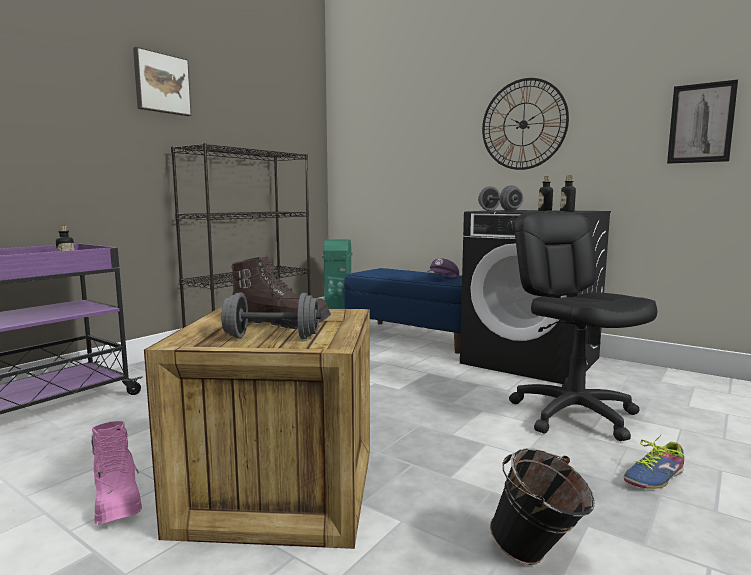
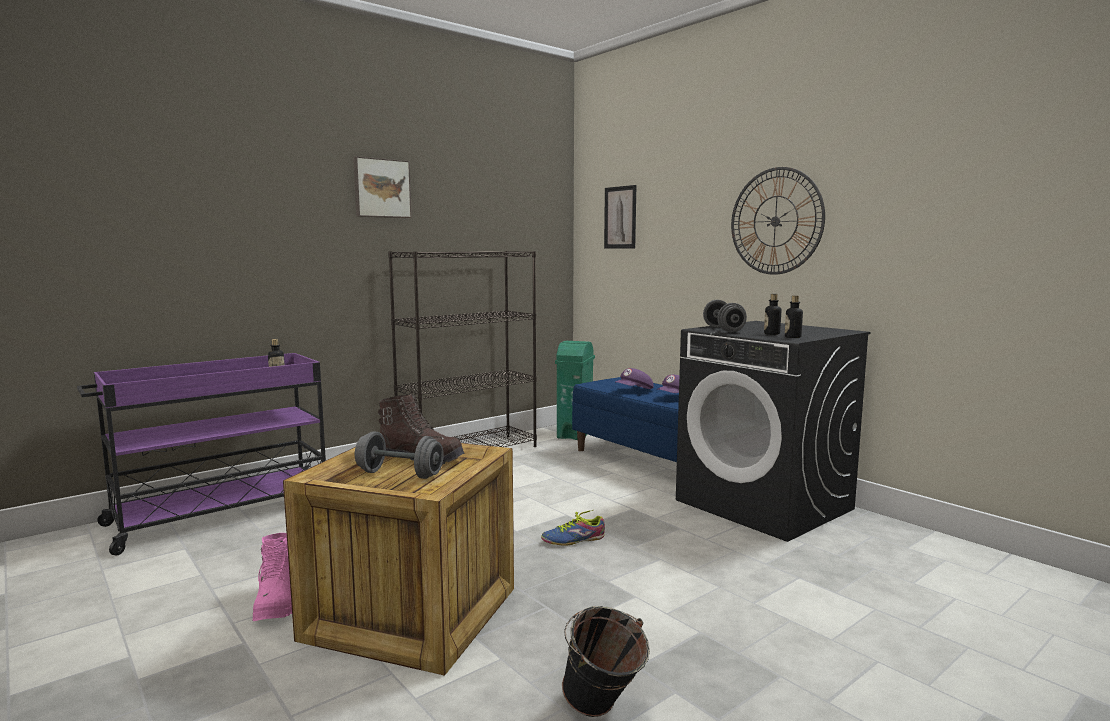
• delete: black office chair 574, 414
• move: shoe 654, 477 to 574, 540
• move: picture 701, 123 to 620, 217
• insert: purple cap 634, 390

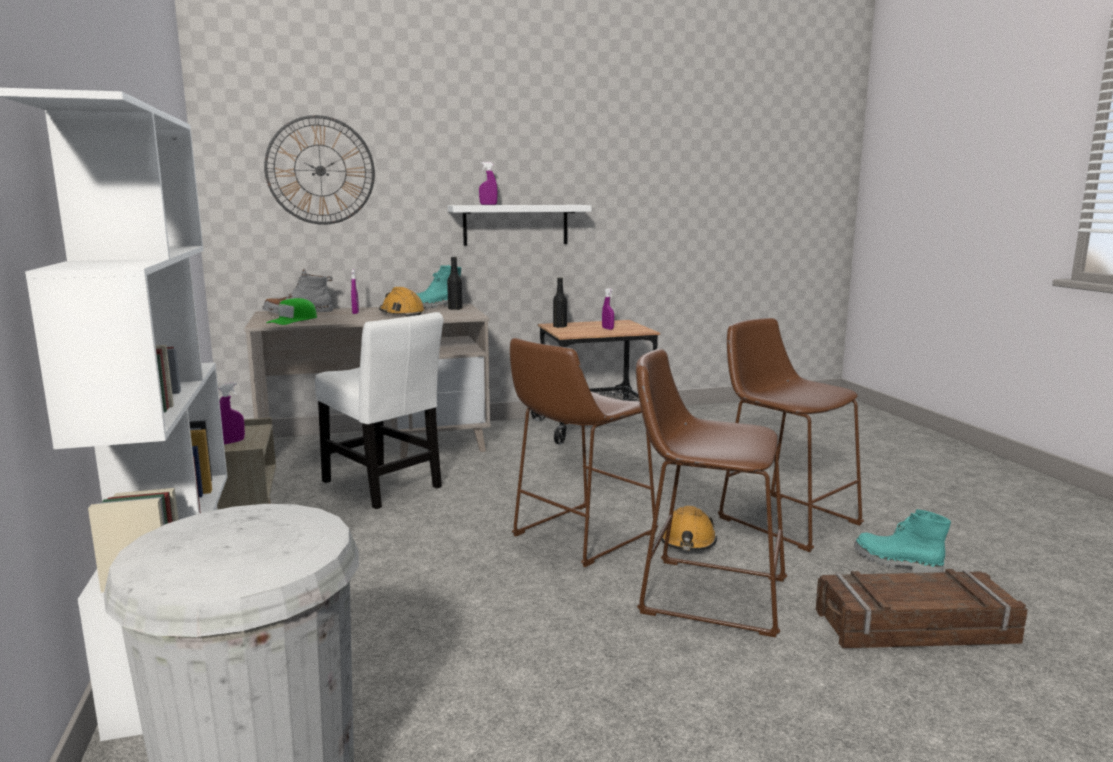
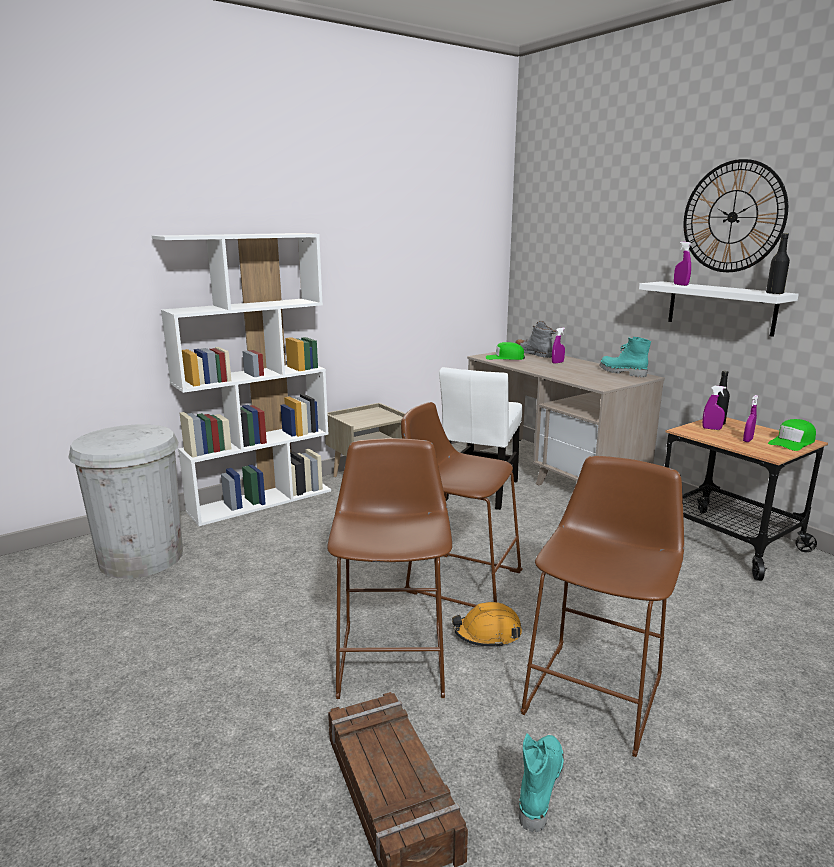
• move: purple spray bottle 232, 442 to 711, 428
• move: wall clock 320, 170 to 732, 217
• delete: orange hard hat 401, 313
• move: black bottle 455, 309 to 774, 293
• insert: green cap 792, 442

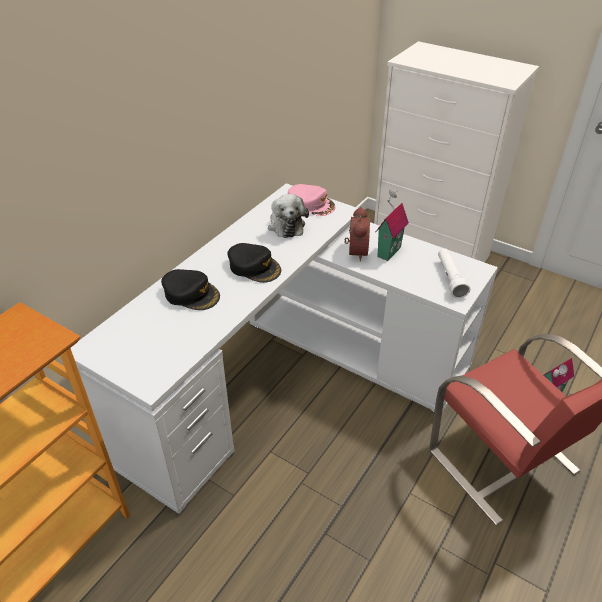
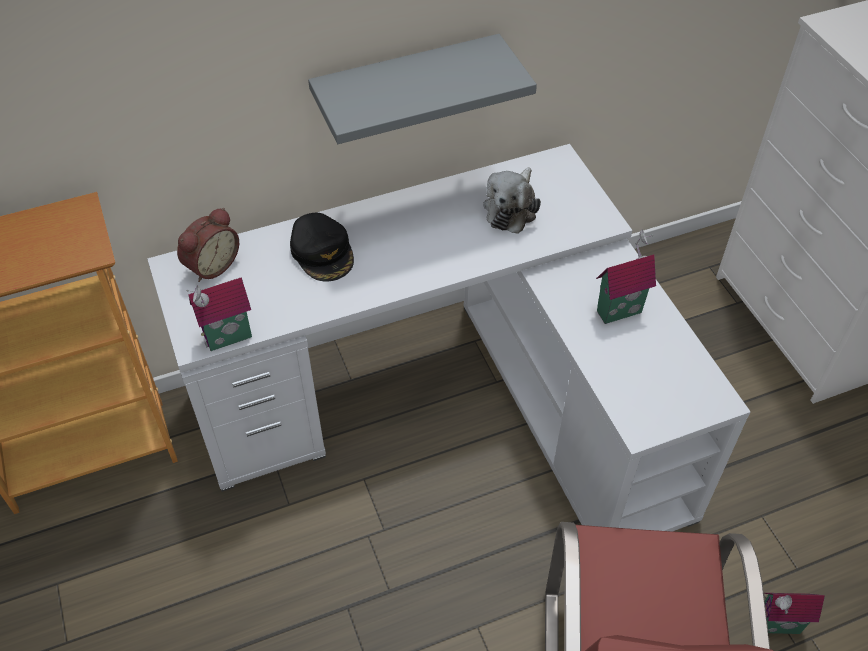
• delete: black cap 254, 267
• delete: pink cap 311, 204
• move: alarm clock 355, 251 to 211, 265
• delete: white flashlight 450, 278
• insert: toy house 229, 340
• insert: grey shelf 406, 87

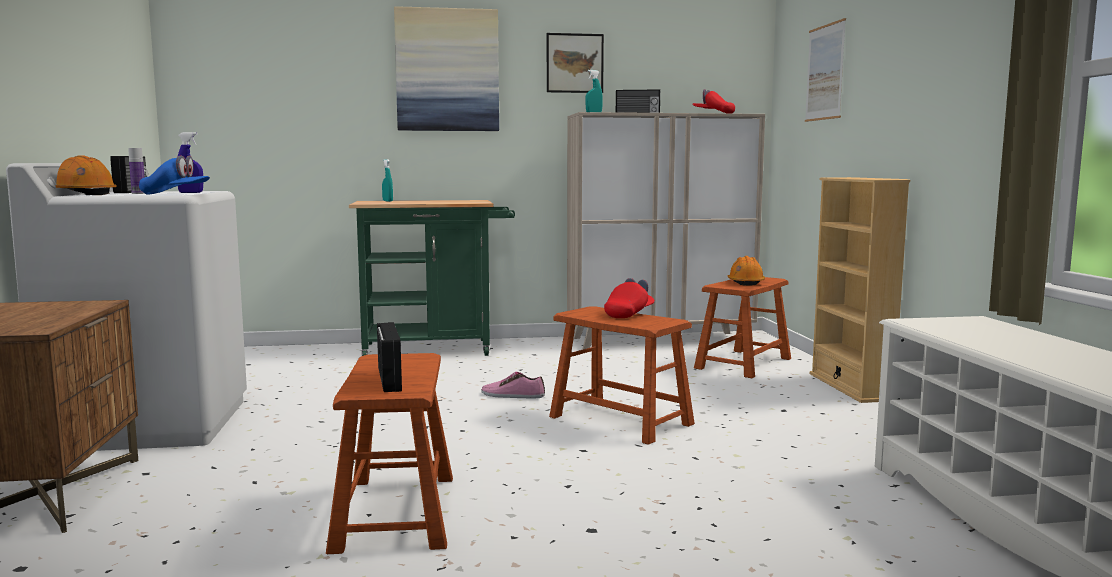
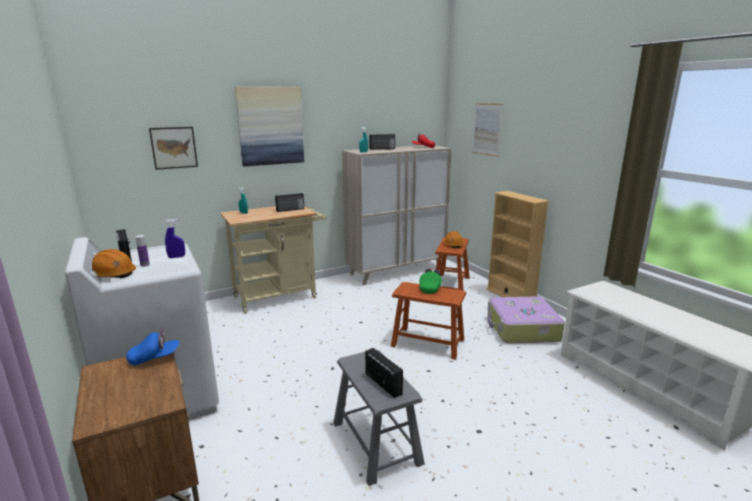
• move: blue cap 175, 194 to 154, 358
• recolor: brown stool 395, 512 to grey stool 376, 443
• recolor: green cart 436, 349 to beige cart 280, 296
• delete: shoe 513, 395
• move: picture 574, 63 to 174, 147
• recolor: red cap 629, 314 to green cap 430, 288
• insert: radio 290, 210
• insert: suitcase 522, 329

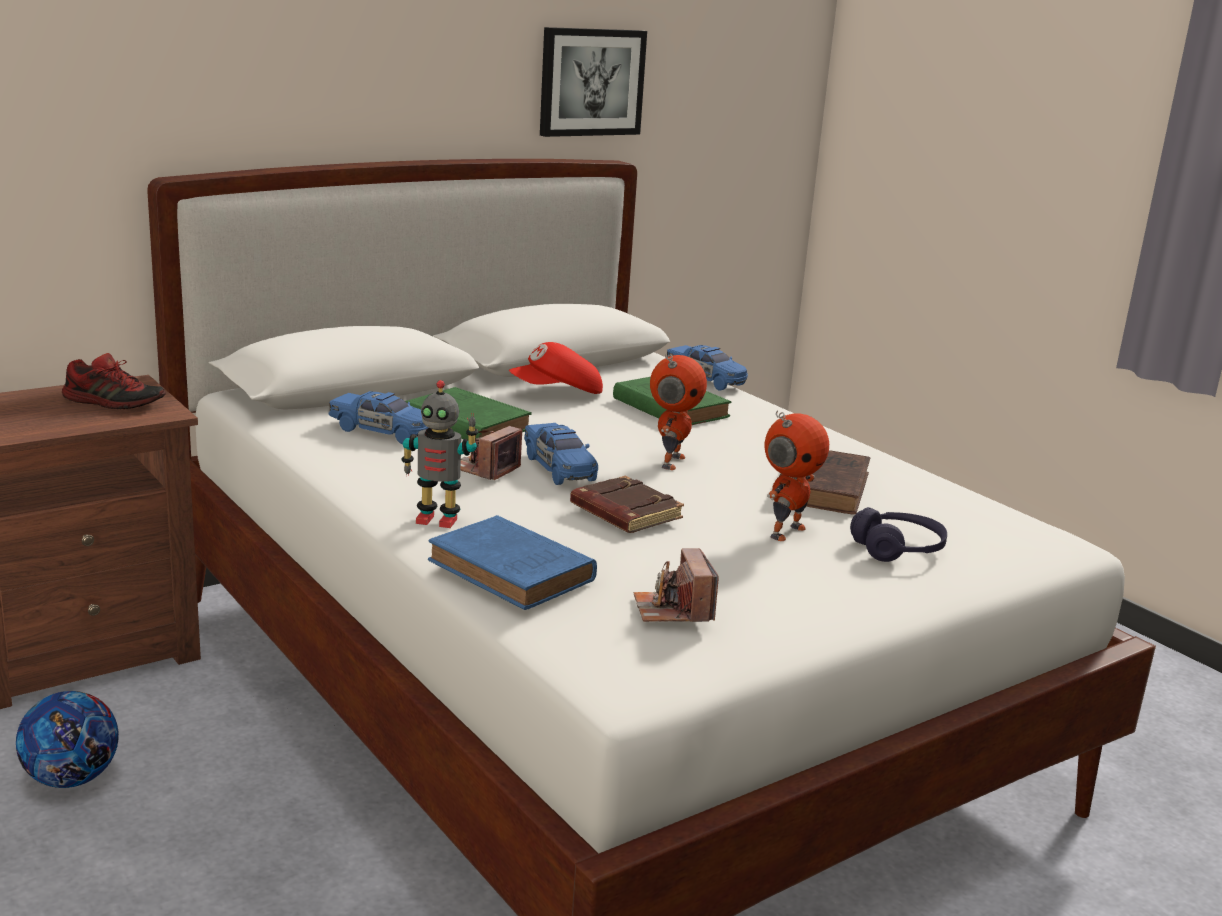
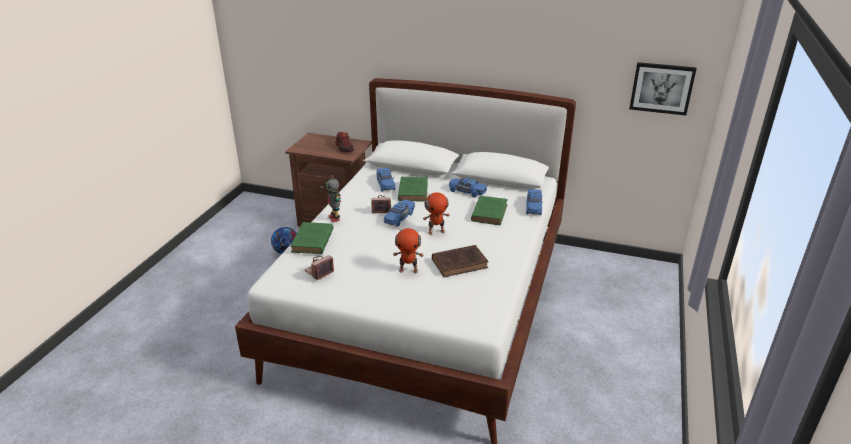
• recolor: blue book 514, 572 to green book 312, 241
• replace: red cap 557, 393 to blue toy car 467, 192
• move: picture 591, 82 to 661, 88
• delete: brown book 623, 513
• delete: purple headphones 898, 549

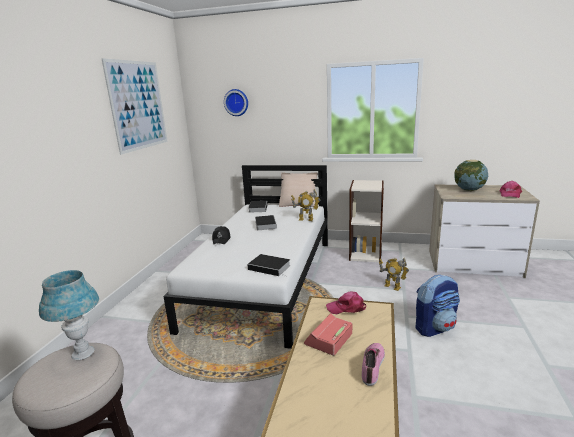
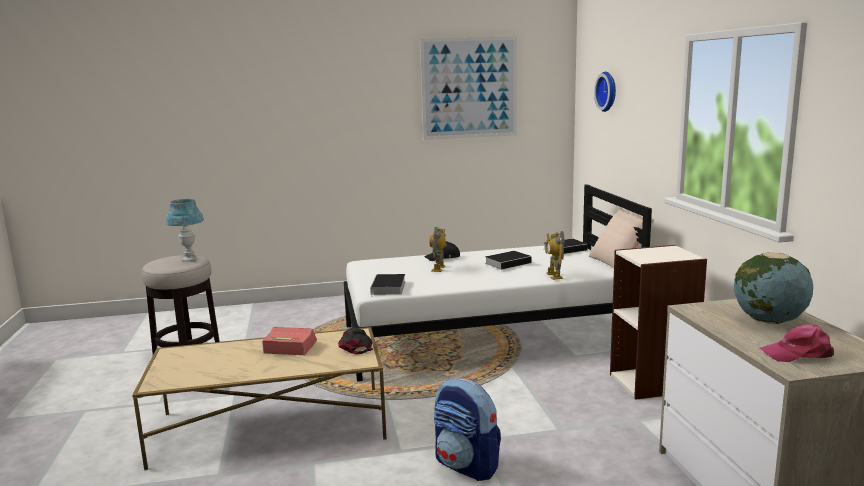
• recolor: pink cap 346, 308 to black cap 355, 346
• delete: shoe 373, 366
• move: toy robot 392, 287 to 439, 268

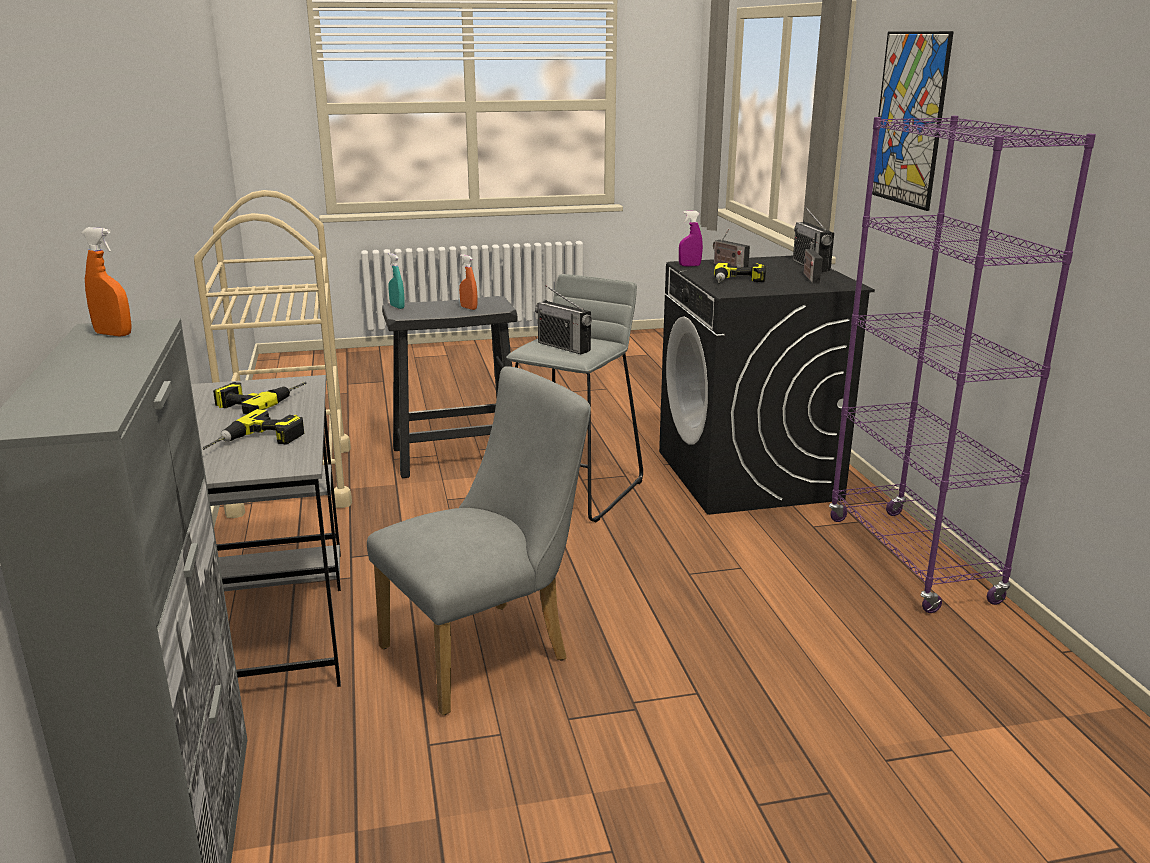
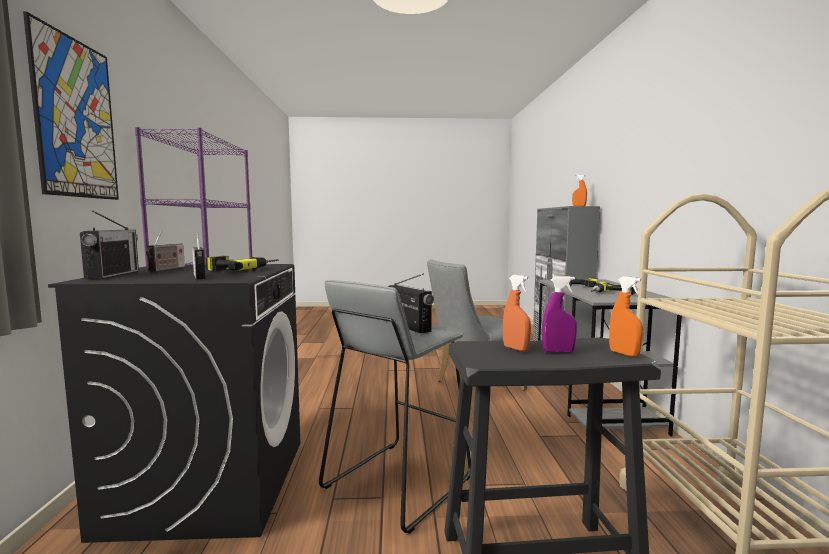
• recolor: turquoise spray bottle 397, 307 to orange spray bottle 624, 354
• move: purple spray bottle 689, 266 to 558, 351

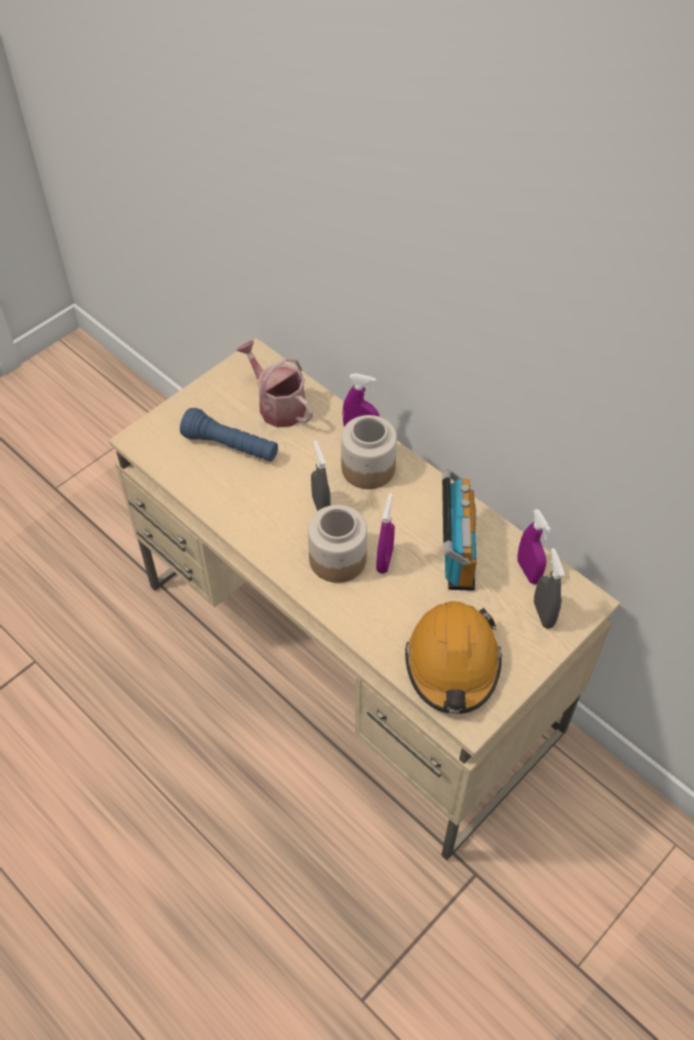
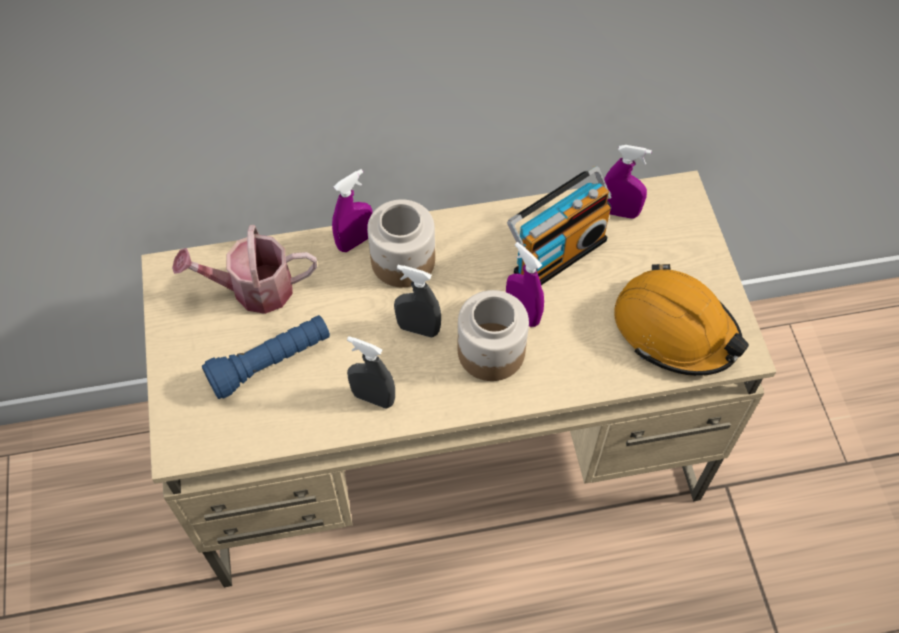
• rotate: radio 455, 552 = 557, 253 105 degrees clockwise
• move: grey spray bottle 543, 614 to 373, 398

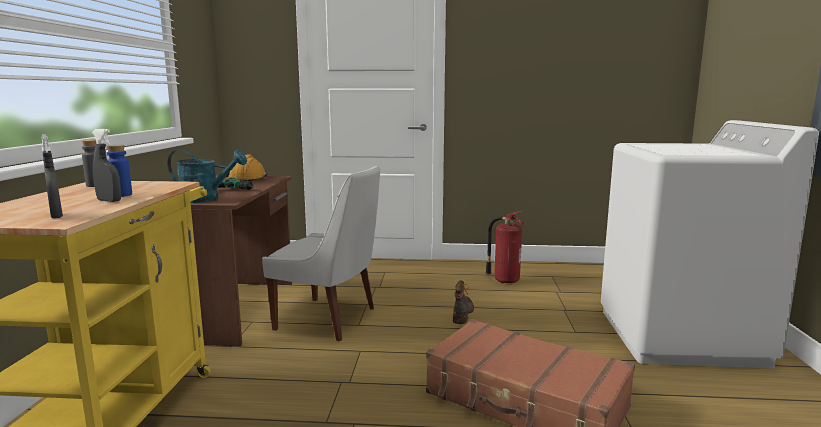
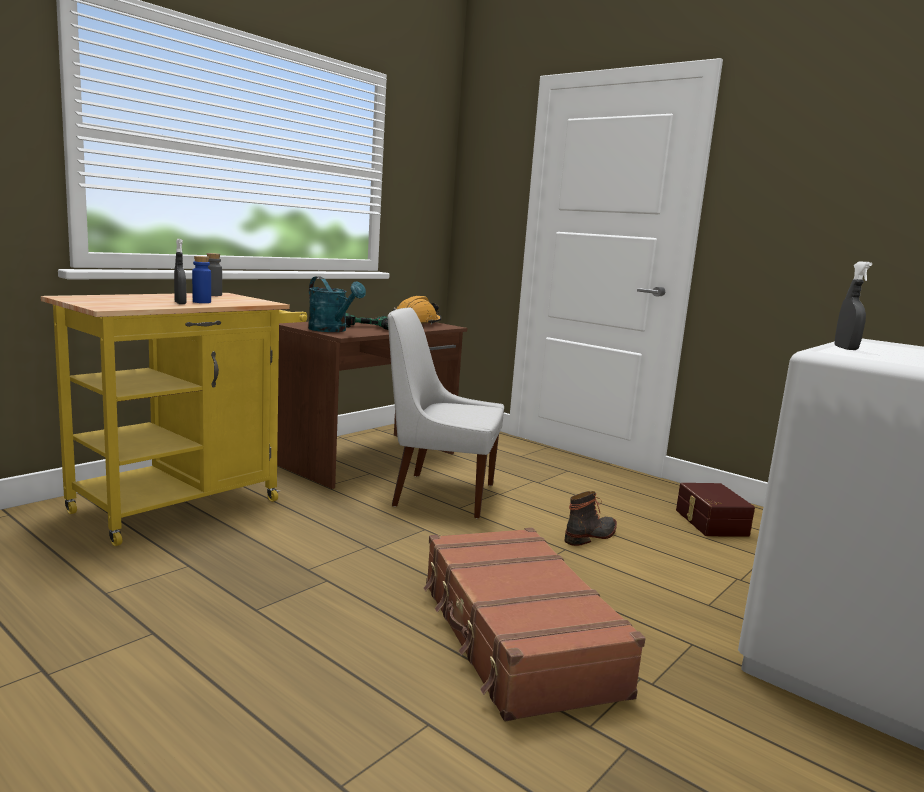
• move: grey spray bottle 56, 216 to 845, 348
• rotate: white chair 330, 319 = 439, 494 135 degrees clockwise
• replace: fire extinguisher 505, 280 to brown storage box 709, 522

